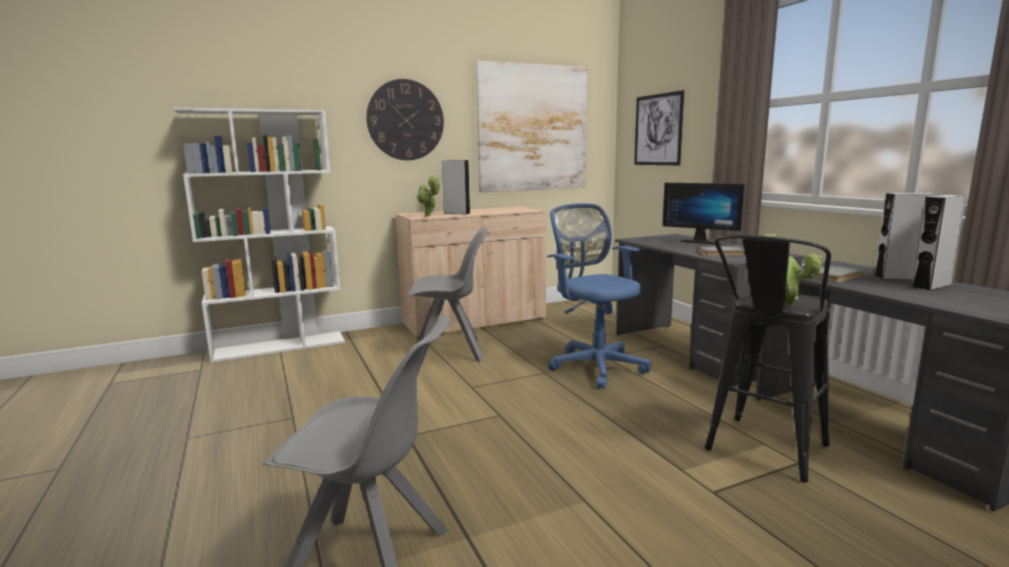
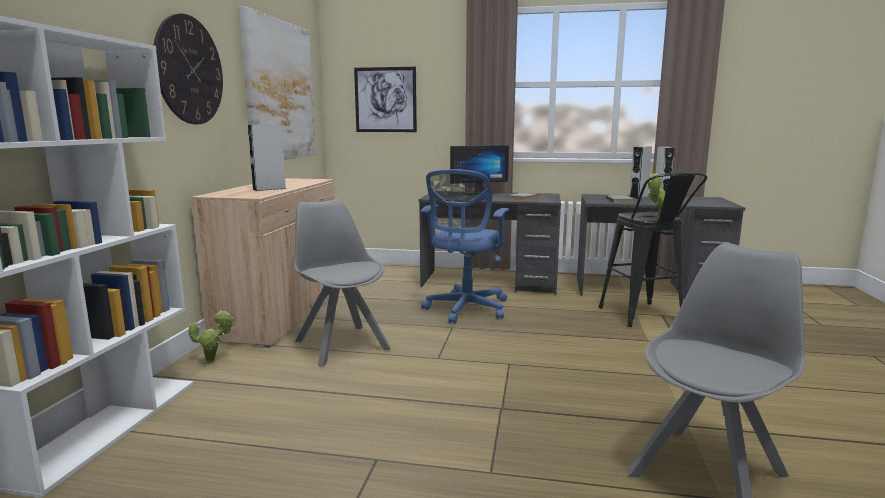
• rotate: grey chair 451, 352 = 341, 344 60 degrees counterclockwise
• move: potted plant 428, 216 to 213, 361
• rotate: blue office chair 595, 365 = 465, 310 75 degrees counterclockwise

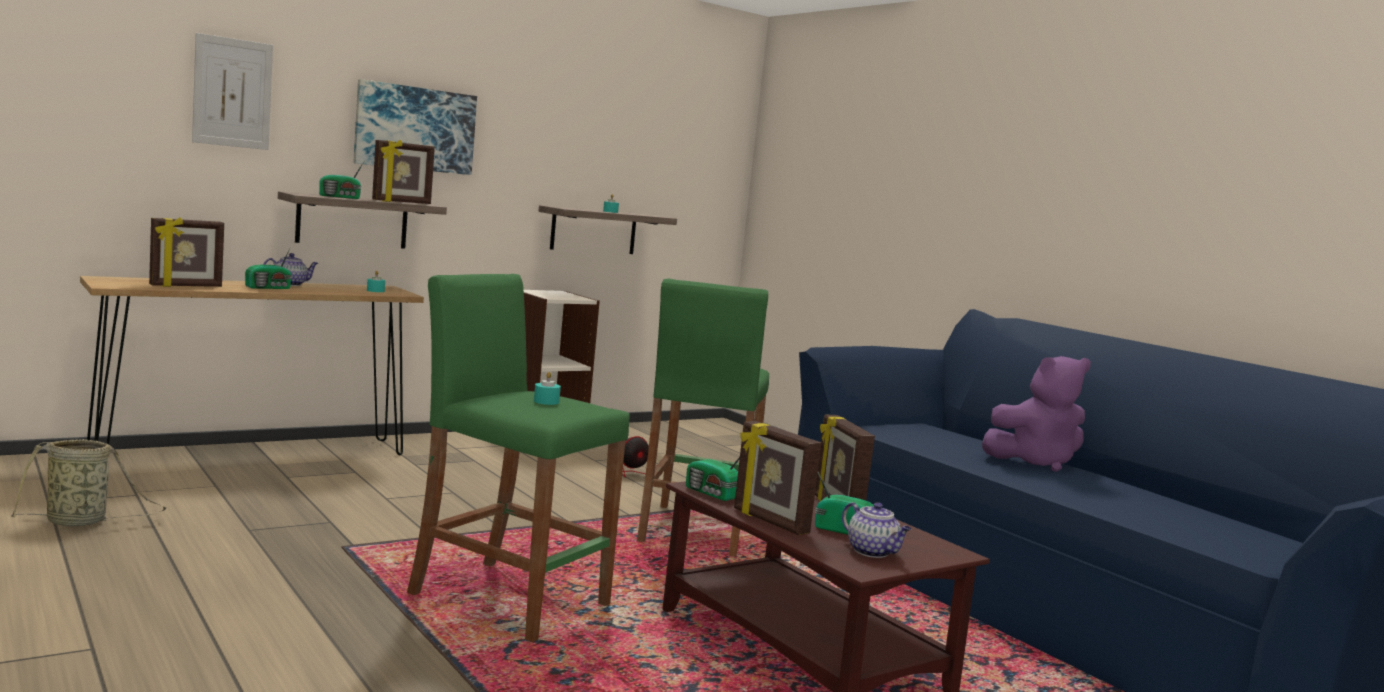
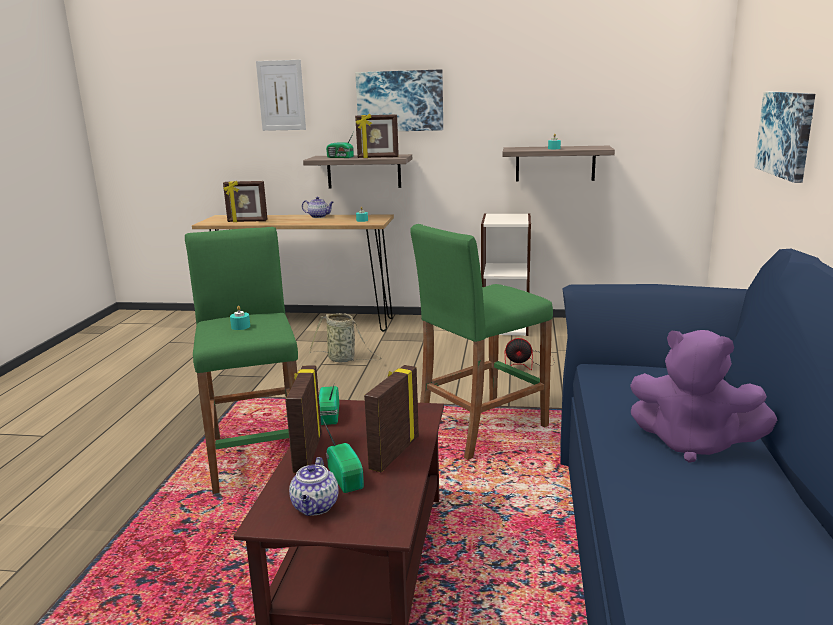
• move: basket 81, 522 to 343, 359
• delete: radio 269, 288
• insert: picture 786, 134

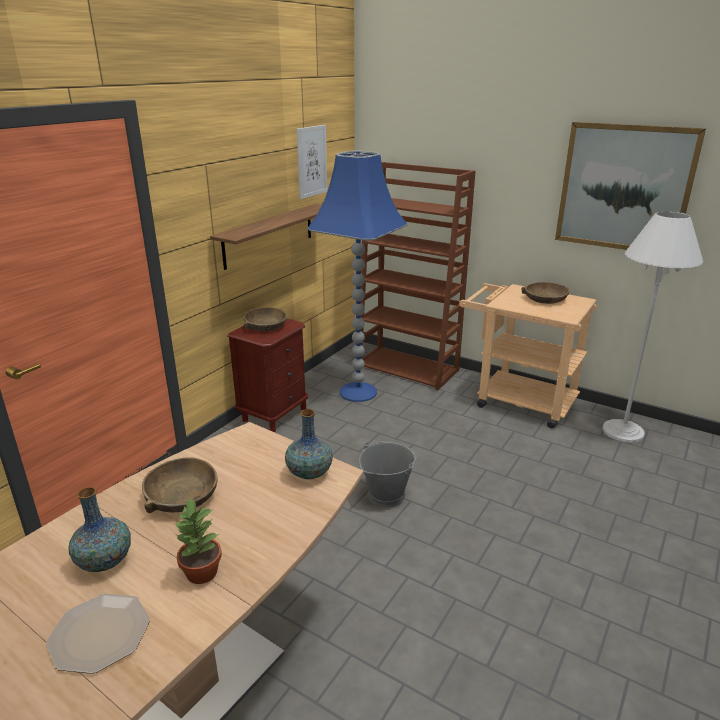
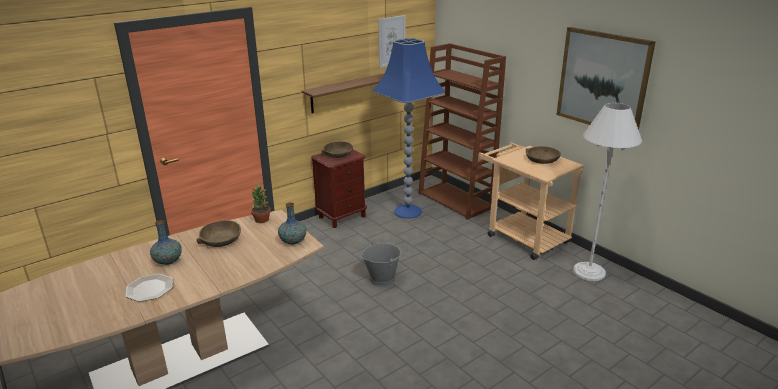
• move: potted plant 201, 573 to 261, 220

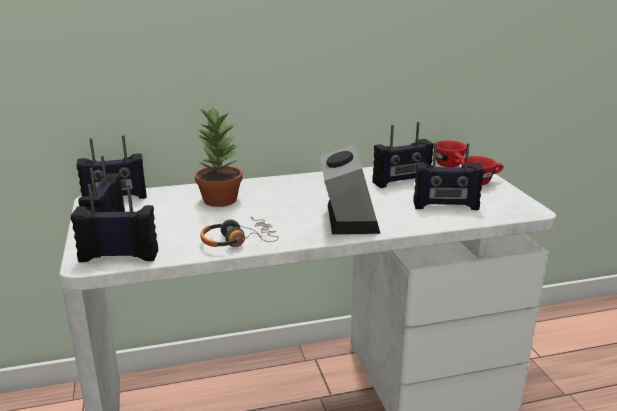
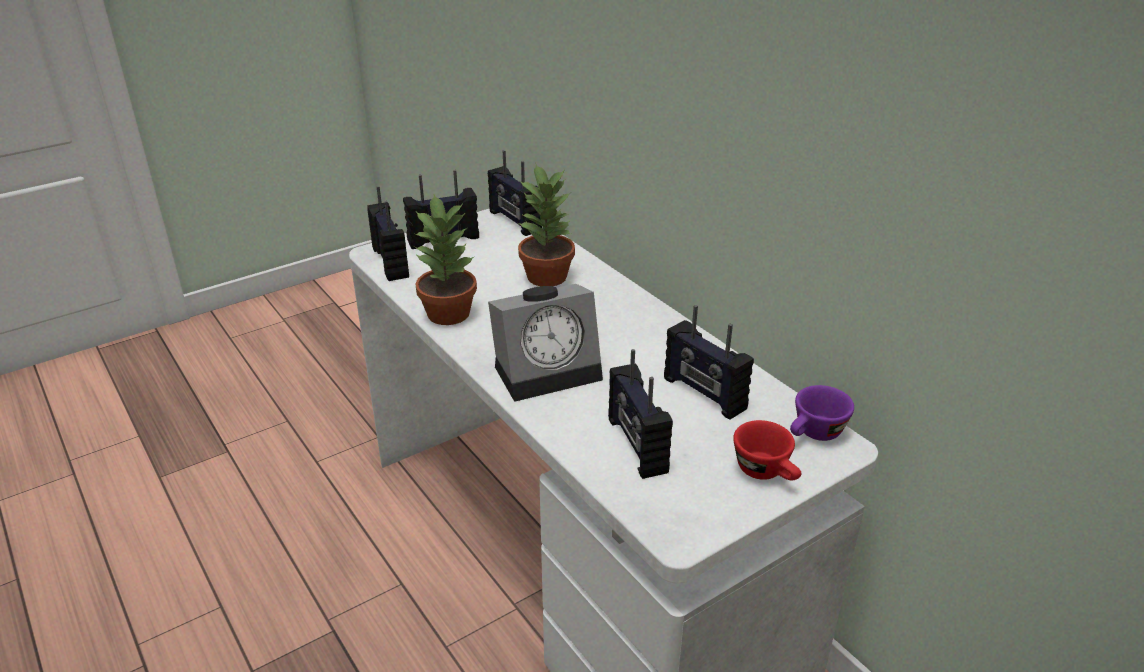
• replace: headphones 238, 241 to potted plant 449, 313
• recolor: red cup 451, 166 to purple cup 814, 434

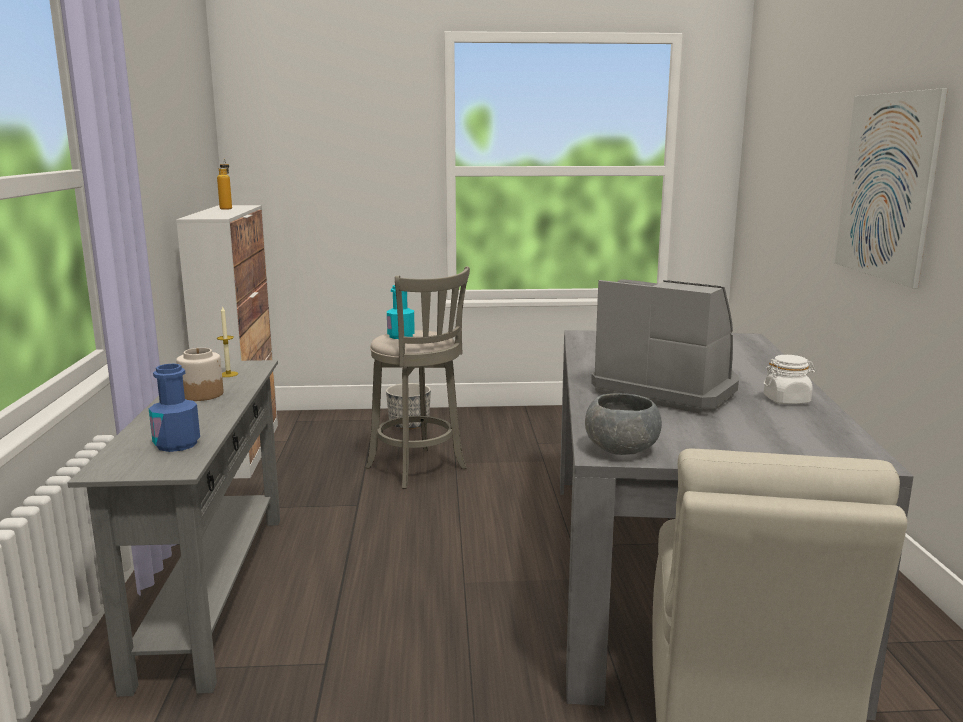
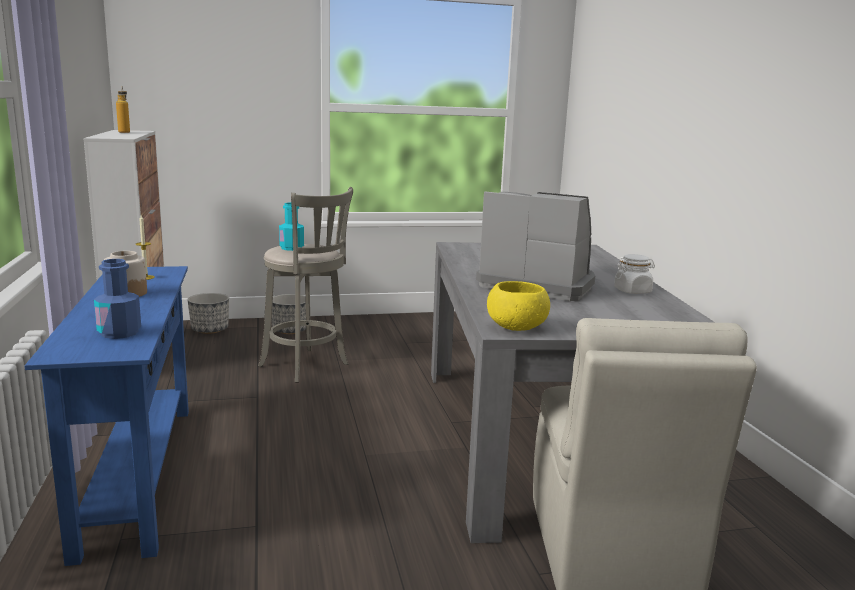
• recolor: grey console table 212, 592 to blue console table 137, 474
• recolor: grey bowl 621, 450 to yellow bowl 517, 328
• delete: picture 887, 186
• insert: planter 209, 330

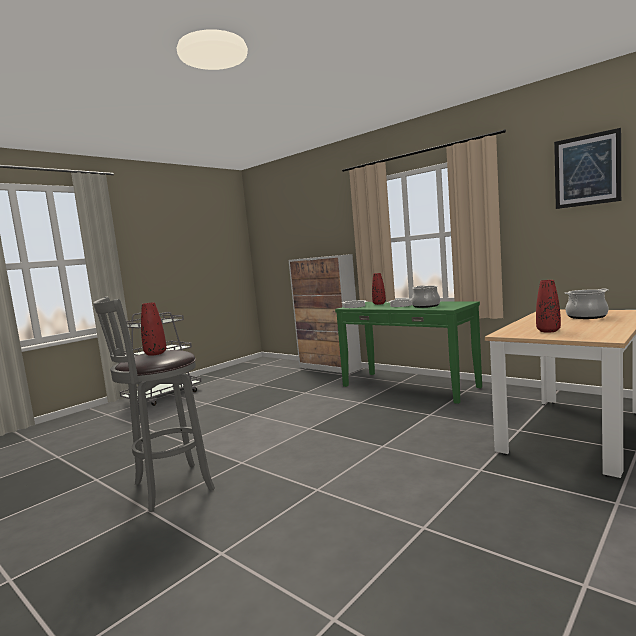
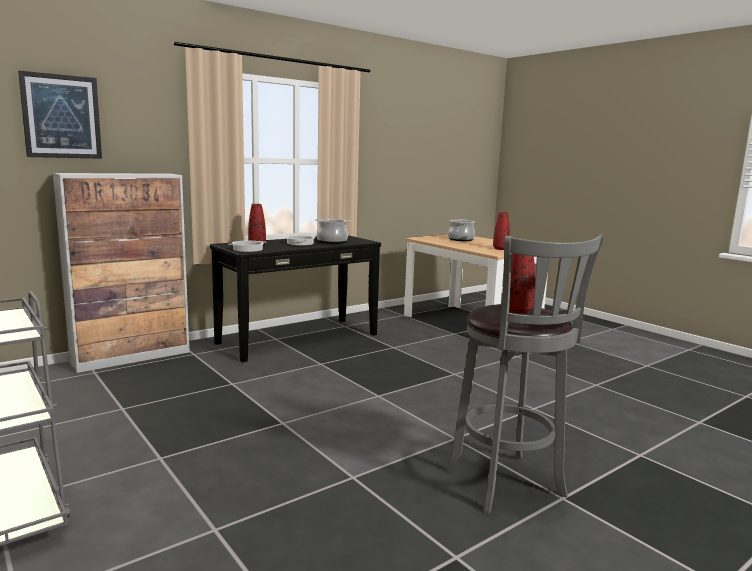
• recolor: green console table 409, 386 to black console table 298, 338
• move: picture 587, 170 to 61, 116

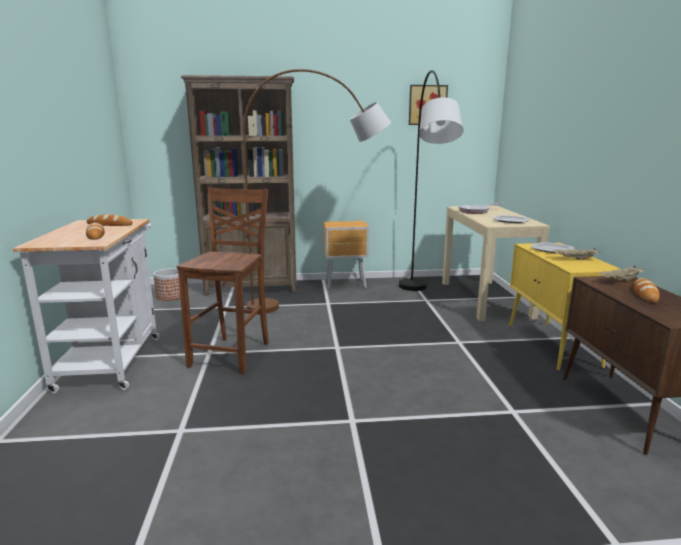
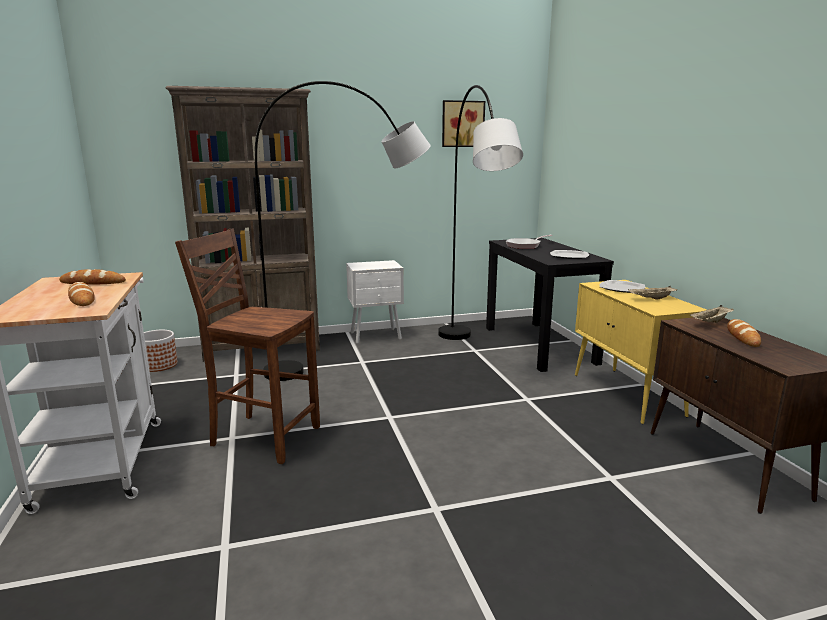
• rotate: brown chair 233, 354 = 263, 436 75 degrees counterclockwise
• recolor: brown floor lamp 321, 302 to grey floor lamp 354, 361
• recolor: brown nightstand 346, 284 to white nightstand 377, 336
• recolor: beige console table 485, 299 to black console table 539, 345

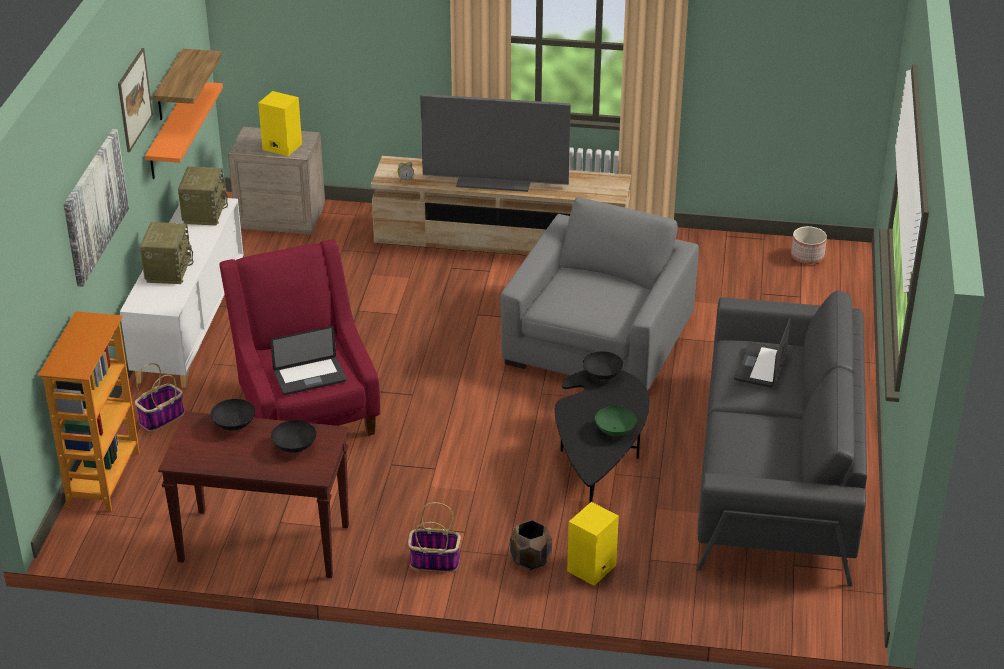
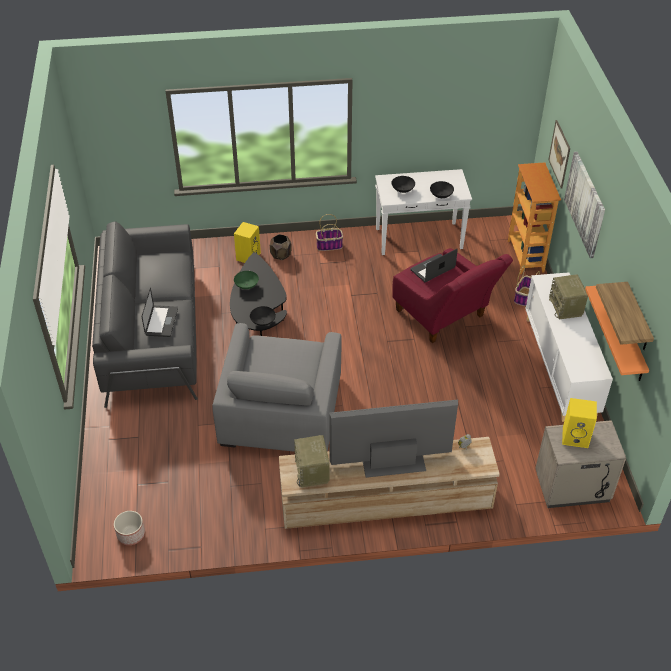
• move: picture 134, 99 to 559, 154
• recolor: brown console table 262, 544 to white console table 419, 238
• move: radio 204, 212 to 312, 472

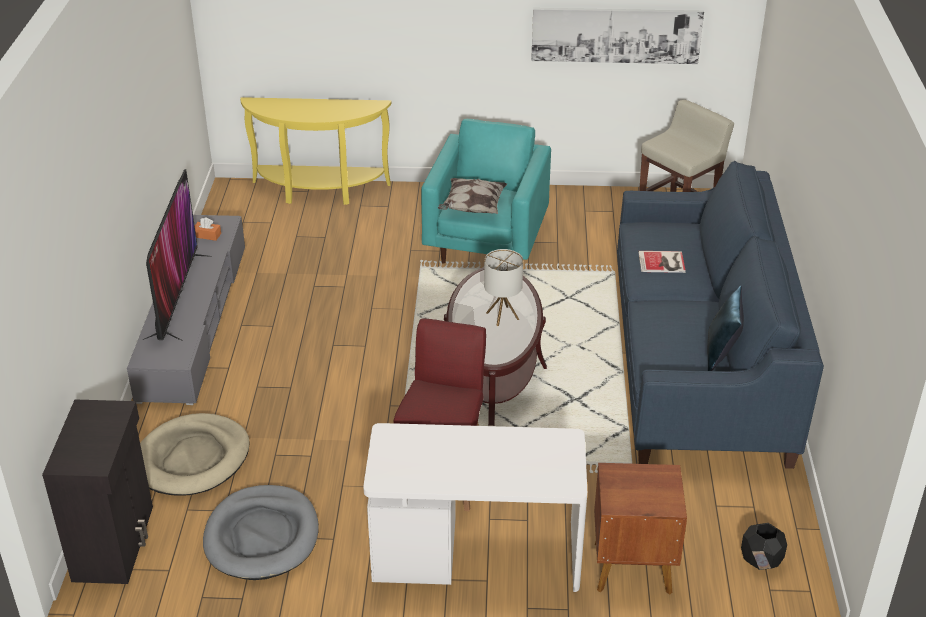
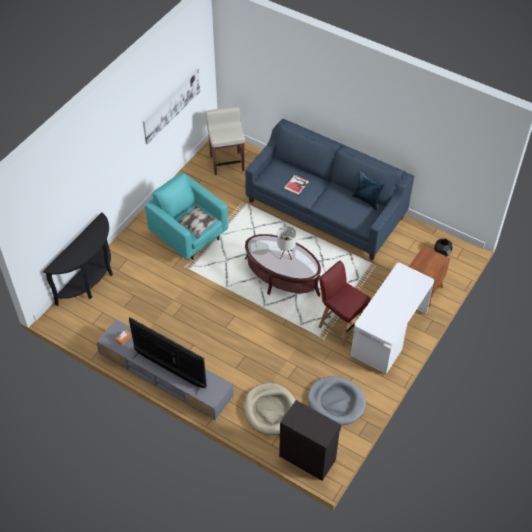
• recolor: yellow console table 319, 192 to black console table 91, 281

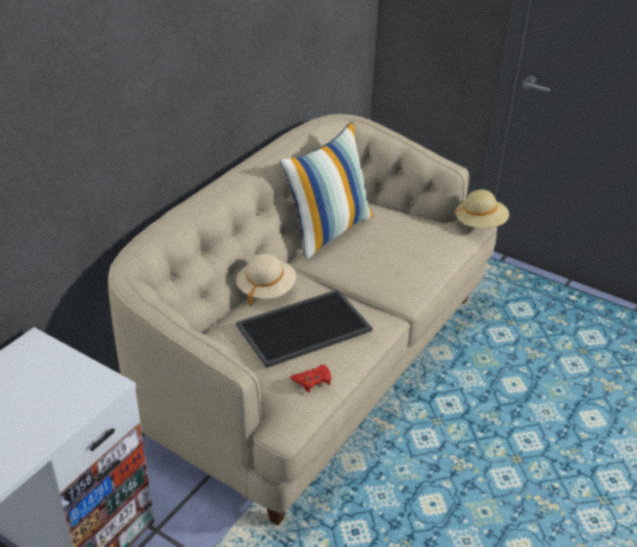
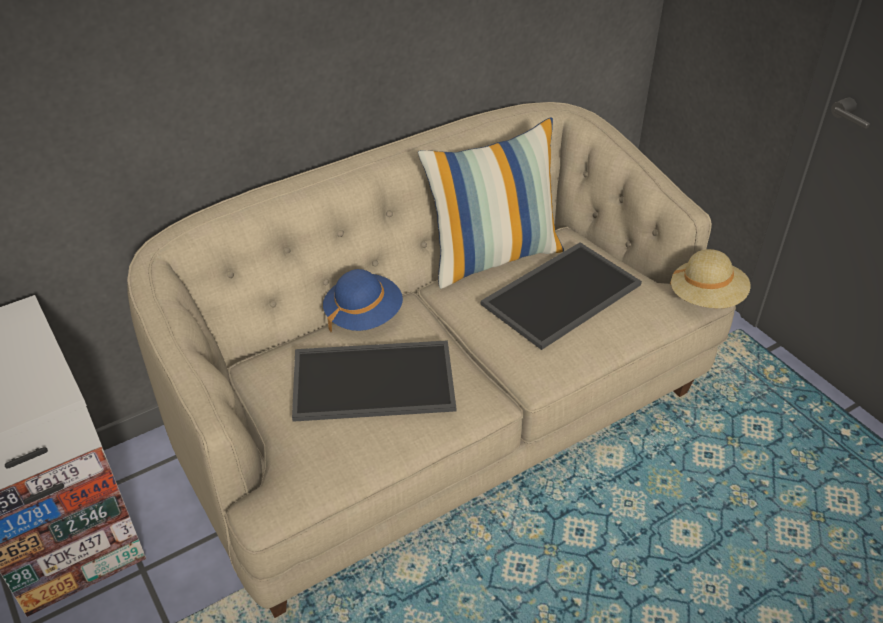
• recolor: beige hat 266, 289 to blue hat 363, 316
• delete: red game controller 313, 380
• insert: tray 561, 292

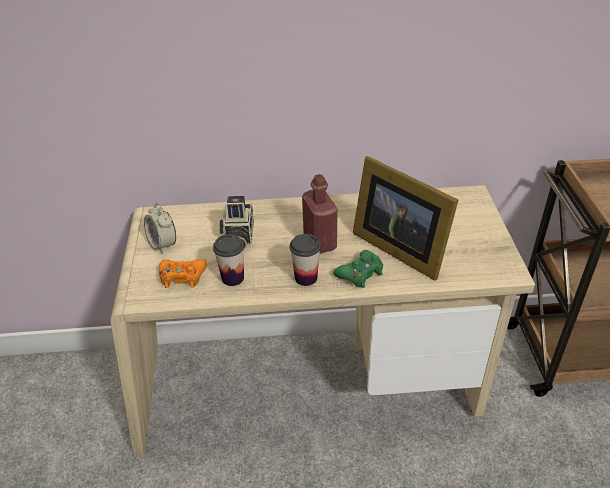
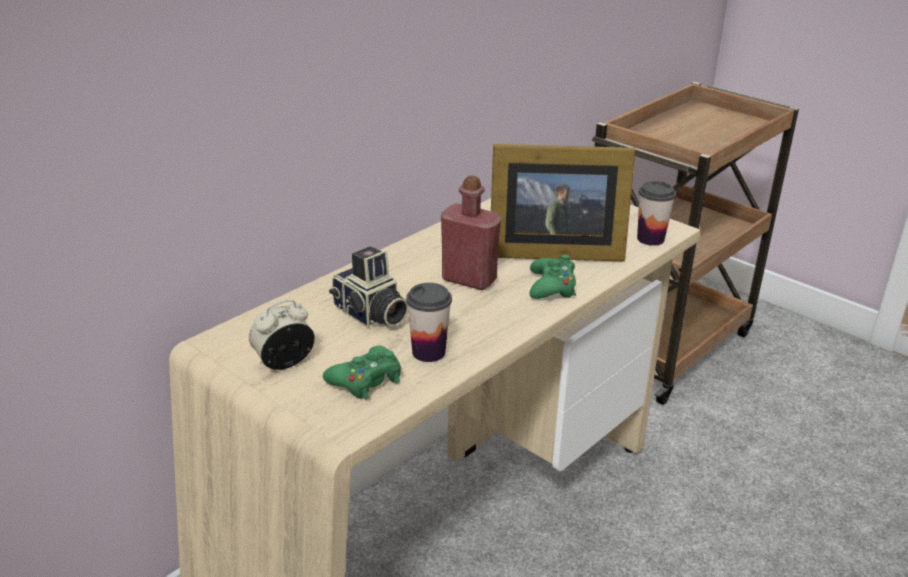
• rotate: alarm clock 163, 244 = 284, 363 135 degrees clockwise
• recolor: orange game controller 182, 277 to green game controller 366, 380
• move: cup 306, 278 to 650, 239

